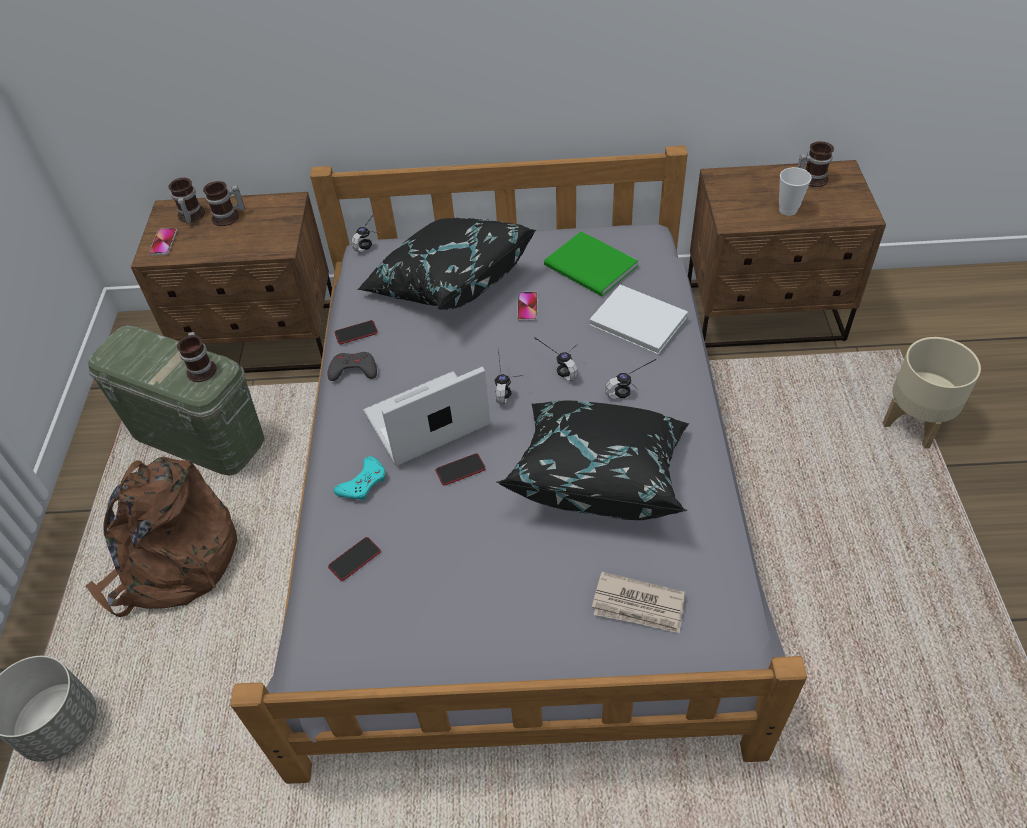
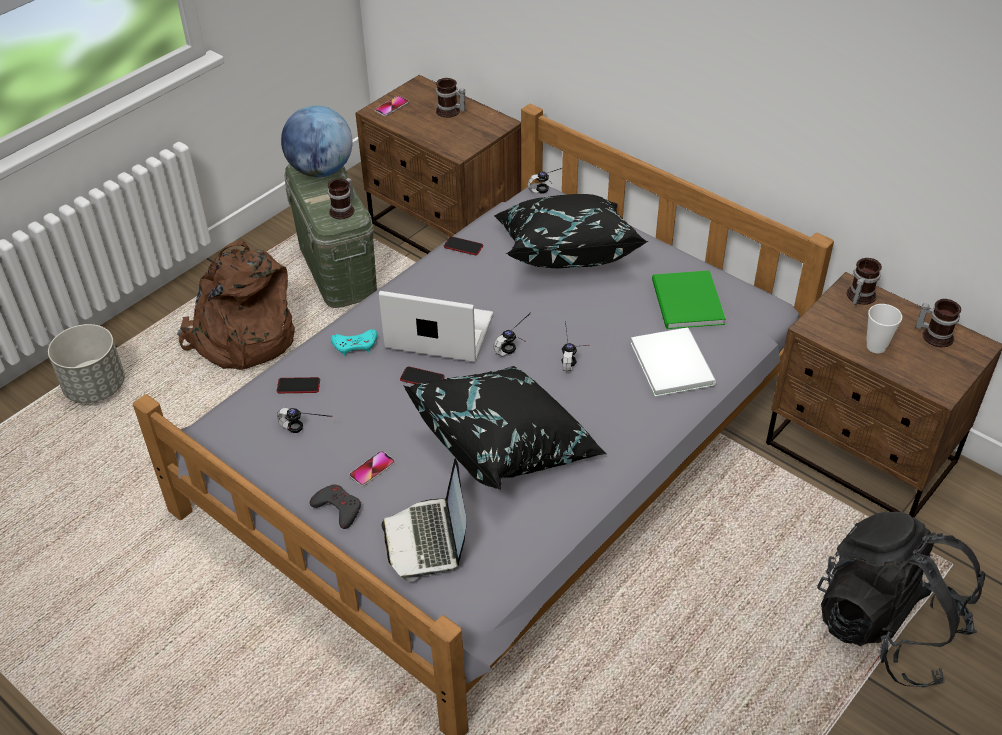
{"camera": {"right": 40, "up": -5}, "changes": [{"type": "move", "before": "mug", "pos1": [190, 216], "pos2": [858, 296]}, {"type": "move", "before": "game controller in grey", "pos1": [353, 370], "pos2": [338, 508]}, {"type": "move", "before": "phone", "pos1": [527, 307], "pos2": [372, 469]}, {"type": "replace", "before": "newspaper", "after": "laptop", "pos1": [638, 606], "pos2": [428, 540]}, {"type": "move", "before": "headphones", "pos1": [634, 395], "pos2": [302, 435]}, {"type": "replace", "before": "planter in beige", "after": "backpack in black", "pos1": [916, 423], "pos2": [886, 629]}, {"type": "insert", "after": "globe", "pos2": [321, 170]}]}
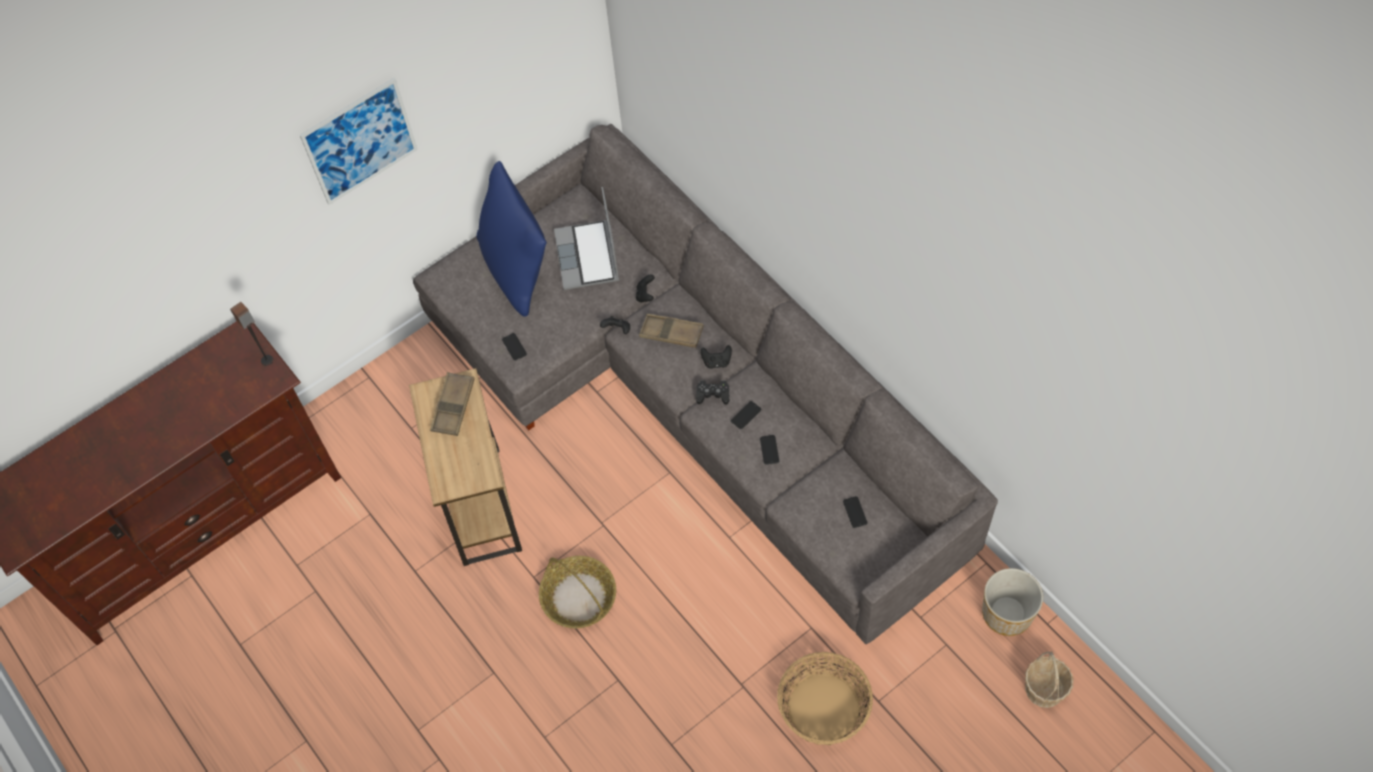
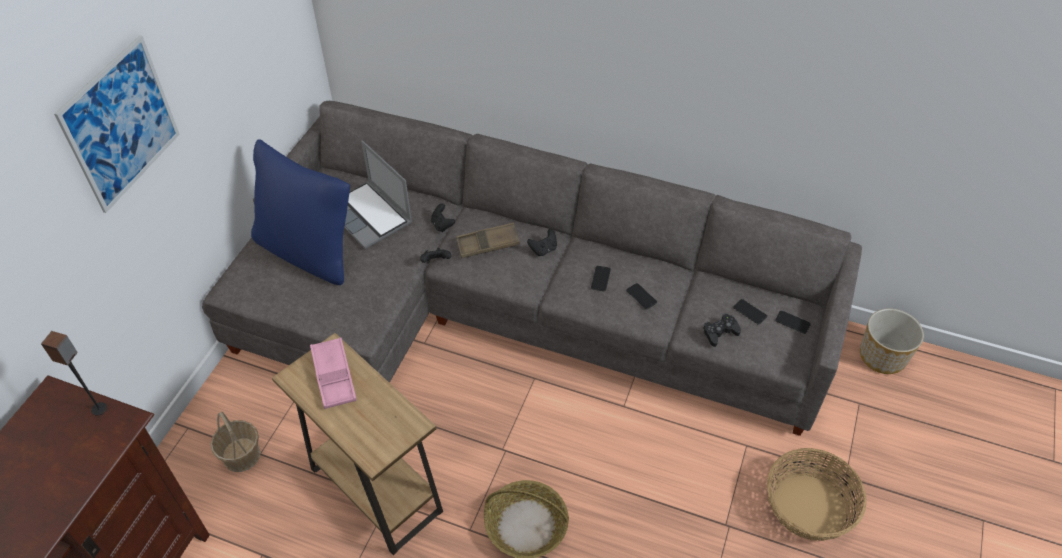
{"camera": {"right": -35, "up": -10}, "changes": [{"type": "recolor", "before": "tray in brown", "after": "tray in pink", "pos1": [453, 406], "pos2": [334, 376]}, {"type": "move", "before": "phone", "pos1": [514, 347], "pos2": [792, 322]}, {"type": "move", "before": "game controller in black", "pos1": [713, 394], "pos2": [720, 332]}, {"type": "move", "before": "basket", "pos1": [1044, 688], "pos2": [241, 455]}]}
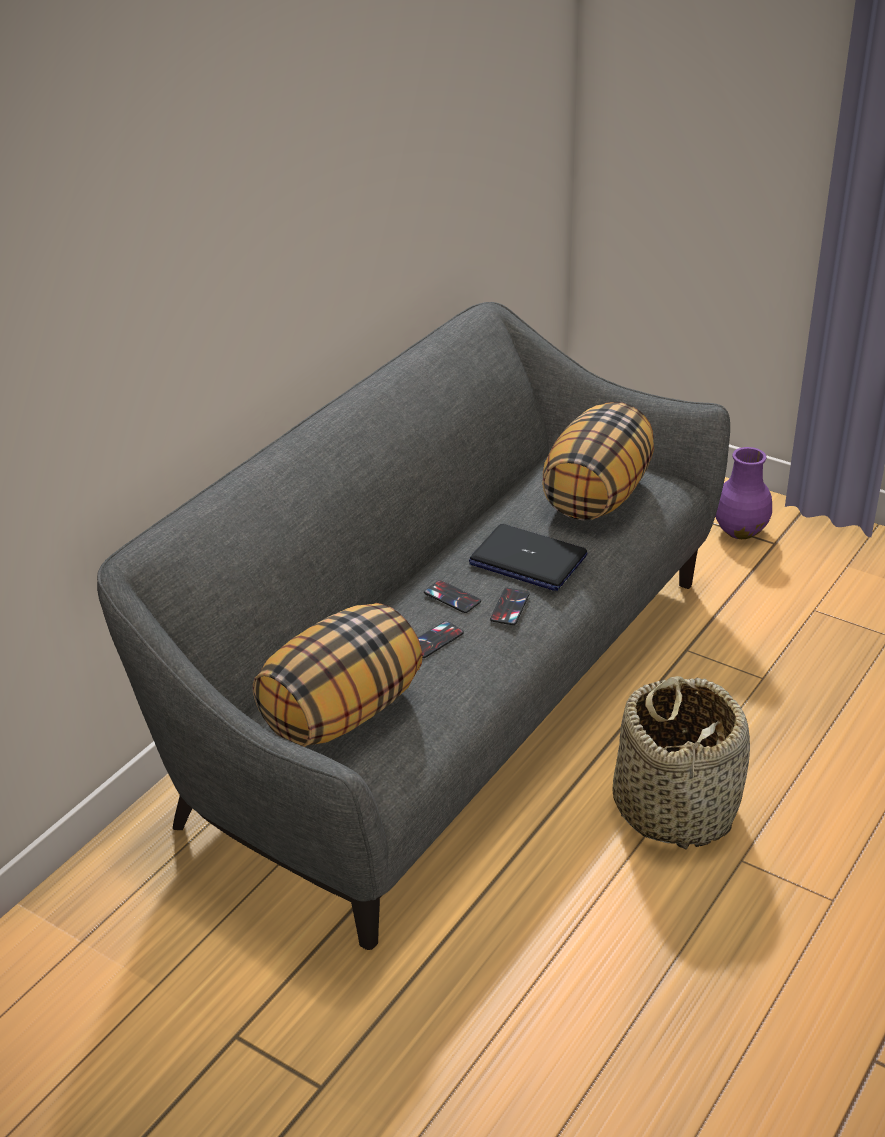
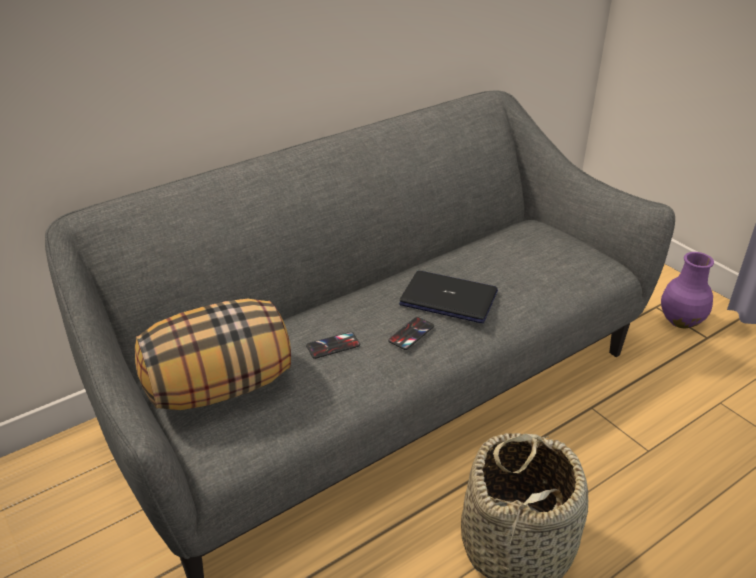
{"camera": {"right": 20, "up": 0}, "changes": [{"type": "delete", "before": "phone", "pos1": [452, 597]}, {"type": "rotate", "before": "laptop", "pos1": [527, 560], "pos2": [449, 298], "turn": 150}, {"type": "delete", "before": "pillow", "pos1": [596, 496]}]}
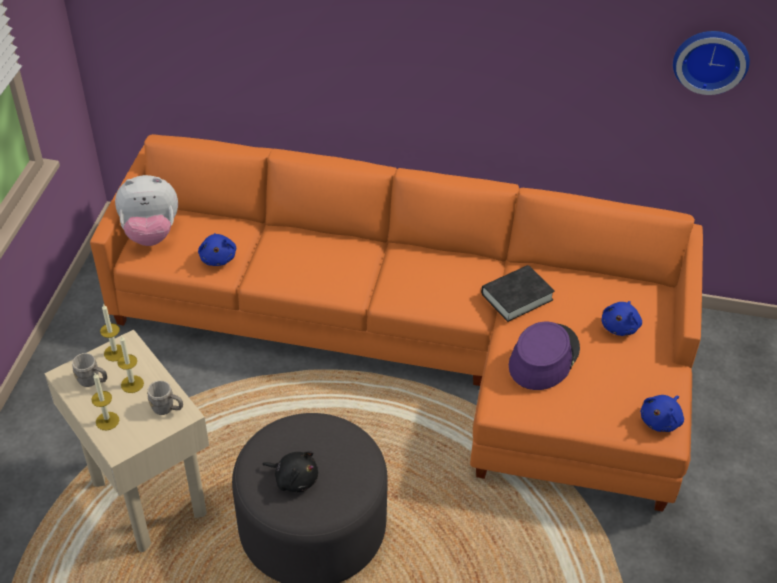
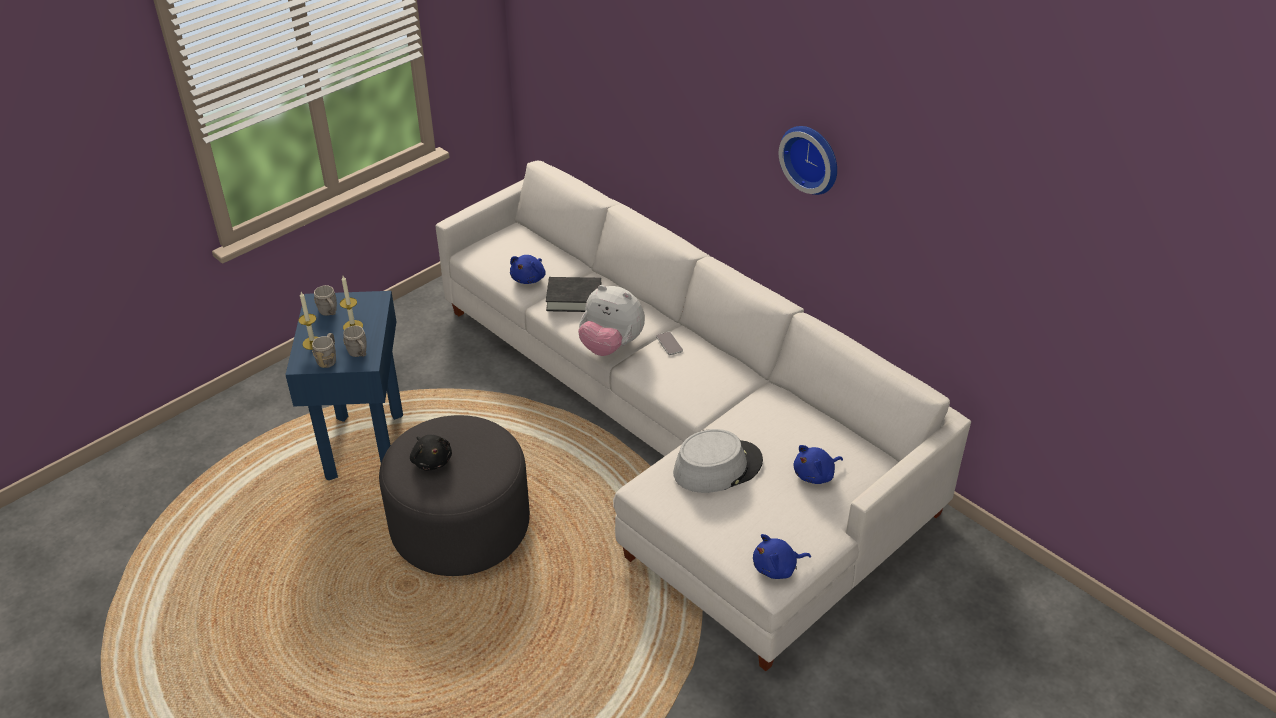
{"camera": {"right": 35, "up": -5}, "changes": [{"type": "recolor", "before": "side table in beige", "after": "side table in blue", "pos1": [148, 499], "pos2": [364, 446]}, {"type": "recolor", "before": "sofa in orange", "after": "sofa in white", "pos1": [425, 341], "pos2": [683, 433]}, {"type": "delete", "before": "candle", "pos1": [115, 353]}, {"type": "move", "before": "plush toy", "pos1": [151, 234], "pos2": [610, 346]}, {"type": "move", "before": "book in black", "pos1": [516, 297], "pos2": [574, 298]}, {"type": "recolor", "before": "hat in purple", "after": "hat in grey", "pos1": [543, 357], "pos2": [717, 467]}, {"type": "move", "before": "wall clock", "pos1": [710, 59], "pos2": [812, 158]}, {"type": "insert", "after": "mug in grey", "pos2": [328, 359]}, {"type": "insert", "after": "phone", "pos2": [669, 344]}]}
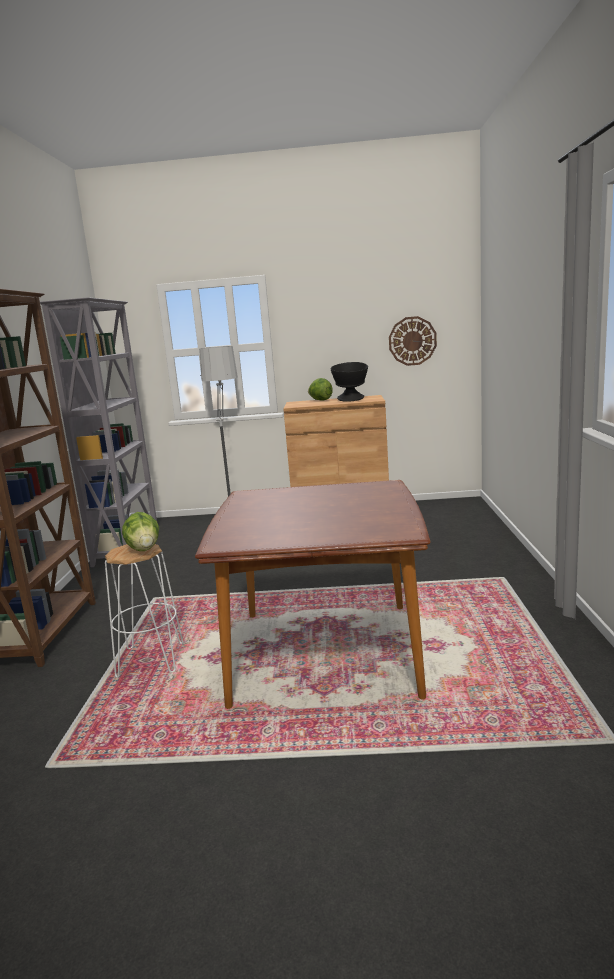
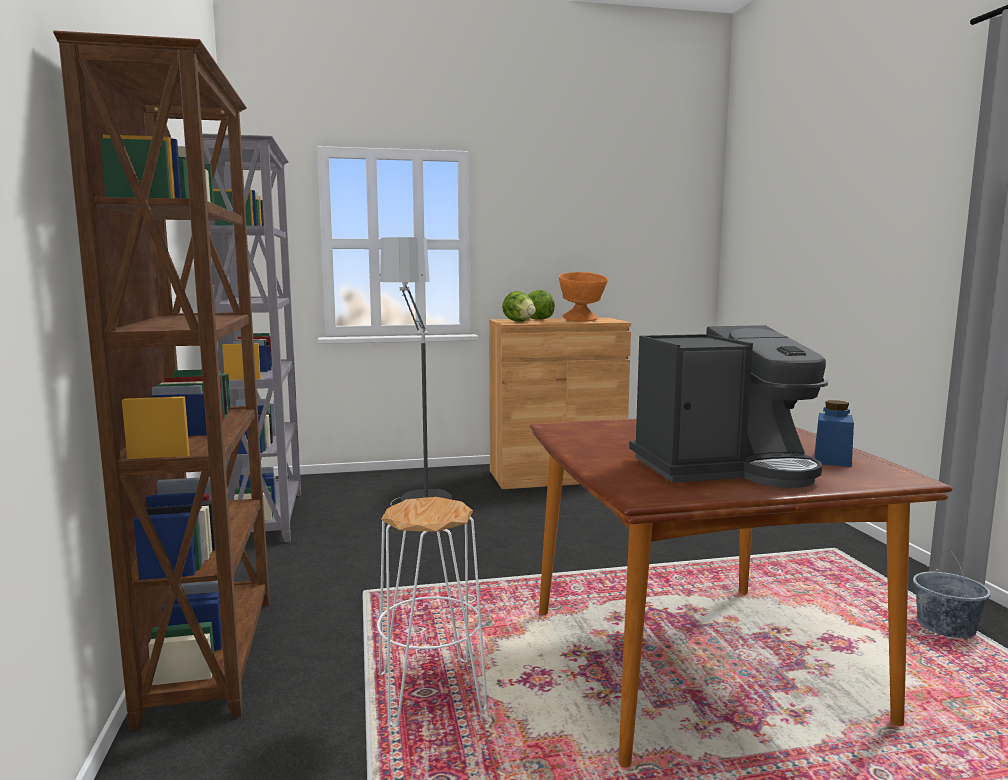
{"camera": {"right": -15, "up": -5}, "changes": [{"type": "move", "before": "lettuce", "pos1": [144, 549], "pos2": [519, 321]}, {"type": "recolor", "before": "bowl in black", "after": "bowl in orange", "pos1": [351, 400], "pos2": [582, 320]}, {"type": "delete", "before": "wall clock", "pos1": [412, 341]}, {"type": "insert", "after": "coffee machine", "pos2": [725, 468]}, {"type": "insert", "after": "jar in blue", "pos2": [832, 459]}, {"type": "insert", "after": "bucket in grey", "pos2": [946, 627]}]}
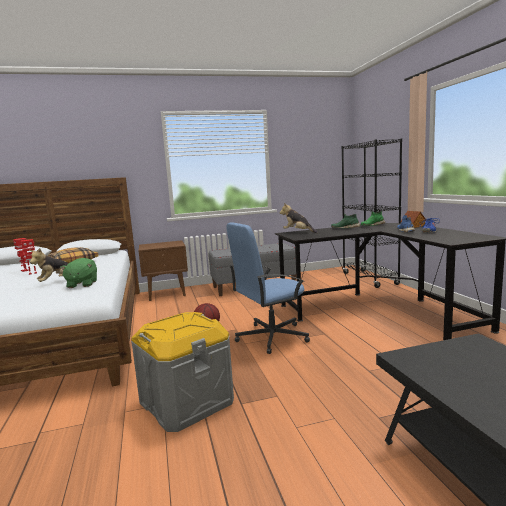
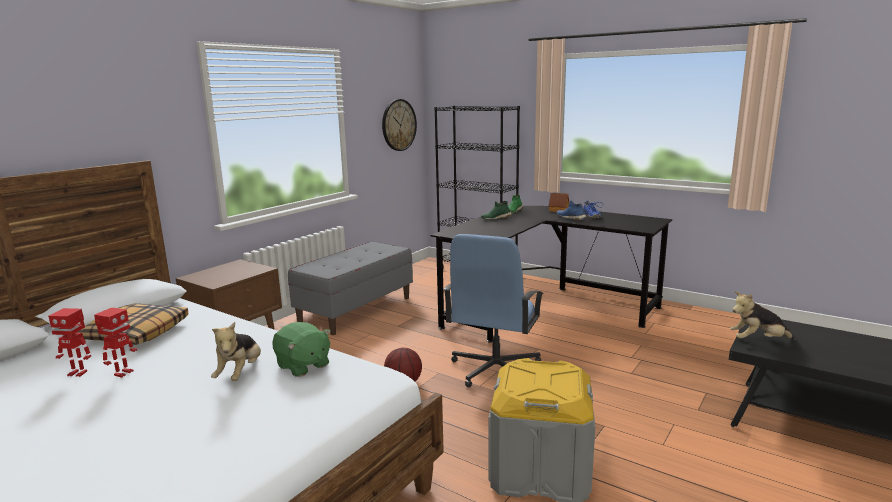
{"camera": {"right": -40, "up": 5}, "changes": [{"type": "move", "before": "plush toy", "pos1": [298, 232], "pos2": [758, 340]}, {"type": "insert", "after": "wall clock", "pos2": [398, 125]}]}
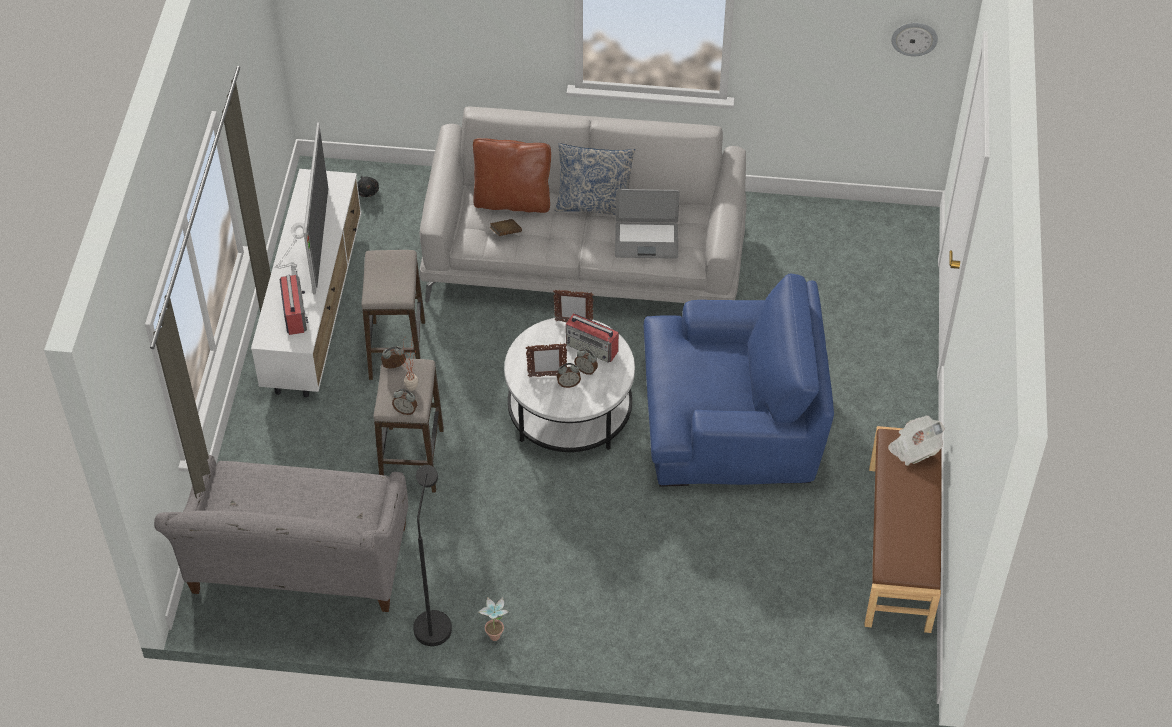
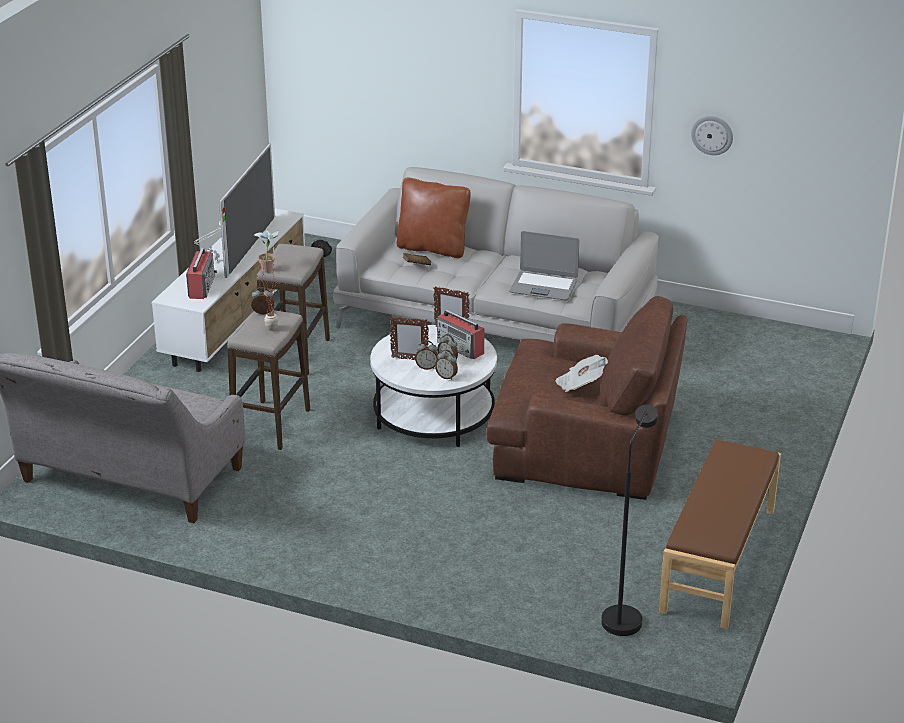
{"camera": {"right": 15, "up": -20}, "changes": [{"type": "move", "before": "alarm clock", "pos1": [405, 410], "pos2": [446, 377]}, {"type": "move", "before": "floor lamp in black", "pos1": [434, 620], "pos2": [624, 615]}, {"type": "move", "before": "potted plant", "pos1": [495, 632], "pos2": [269, 268]}, {"type": "delete", "before": "pillow", "pos1": [594, 205]}, {"type": "recolor", "before": "armchair in blue", "after": "armchair in brown", "pos1": [732, 419], "pos2": [586, 444]}, {"type": "move", "before": "newspaper", "pos1": [914, 448], "pos2": [580, 384]}, {"type": "move", "before": "wall clock", "pos1": [914, 38], "pos2": [712, 135]}]}
